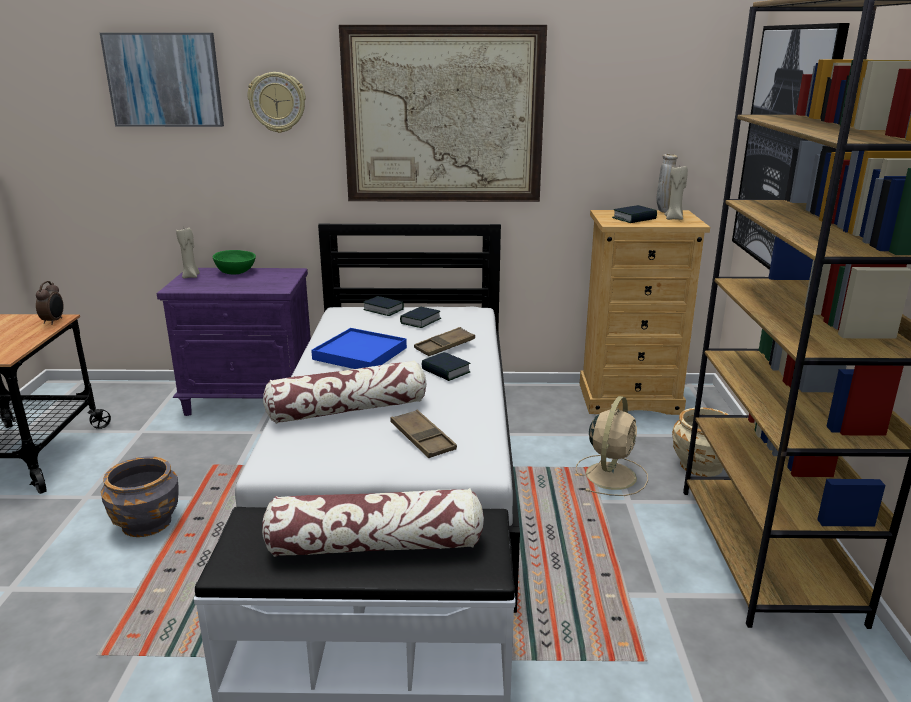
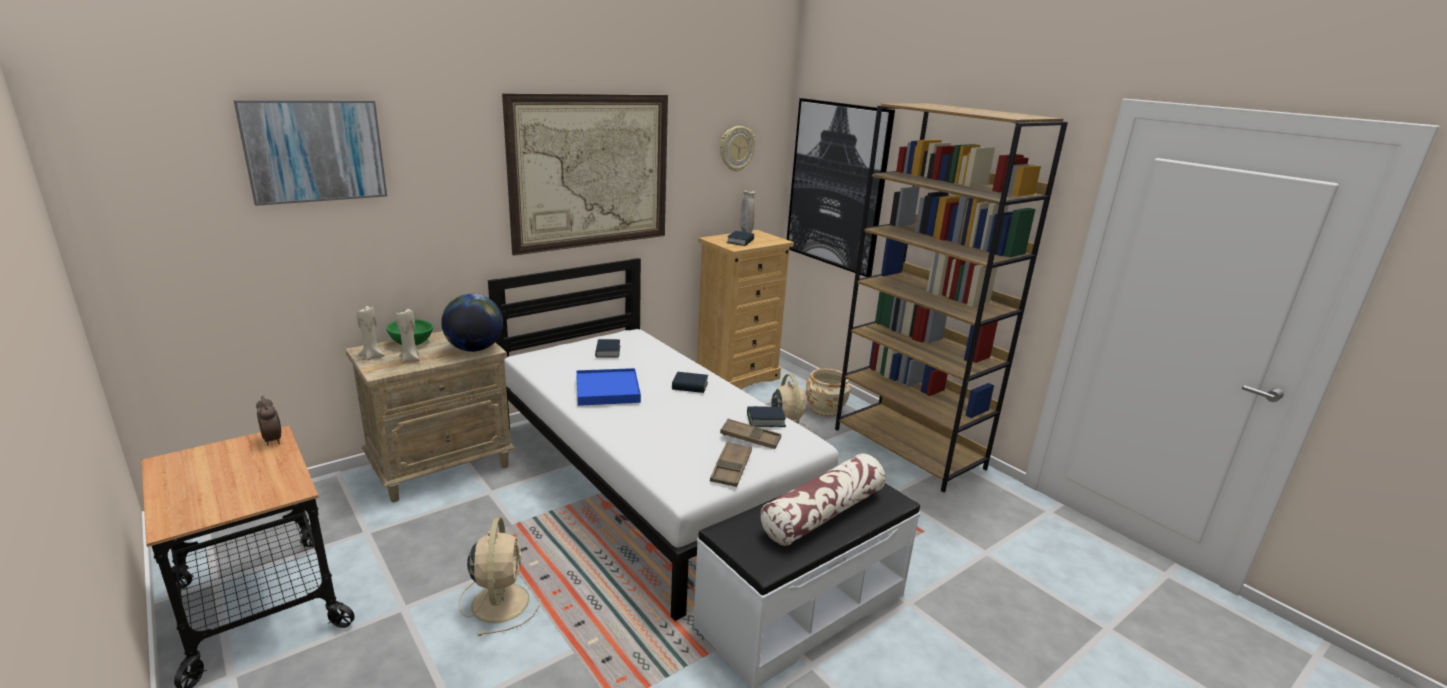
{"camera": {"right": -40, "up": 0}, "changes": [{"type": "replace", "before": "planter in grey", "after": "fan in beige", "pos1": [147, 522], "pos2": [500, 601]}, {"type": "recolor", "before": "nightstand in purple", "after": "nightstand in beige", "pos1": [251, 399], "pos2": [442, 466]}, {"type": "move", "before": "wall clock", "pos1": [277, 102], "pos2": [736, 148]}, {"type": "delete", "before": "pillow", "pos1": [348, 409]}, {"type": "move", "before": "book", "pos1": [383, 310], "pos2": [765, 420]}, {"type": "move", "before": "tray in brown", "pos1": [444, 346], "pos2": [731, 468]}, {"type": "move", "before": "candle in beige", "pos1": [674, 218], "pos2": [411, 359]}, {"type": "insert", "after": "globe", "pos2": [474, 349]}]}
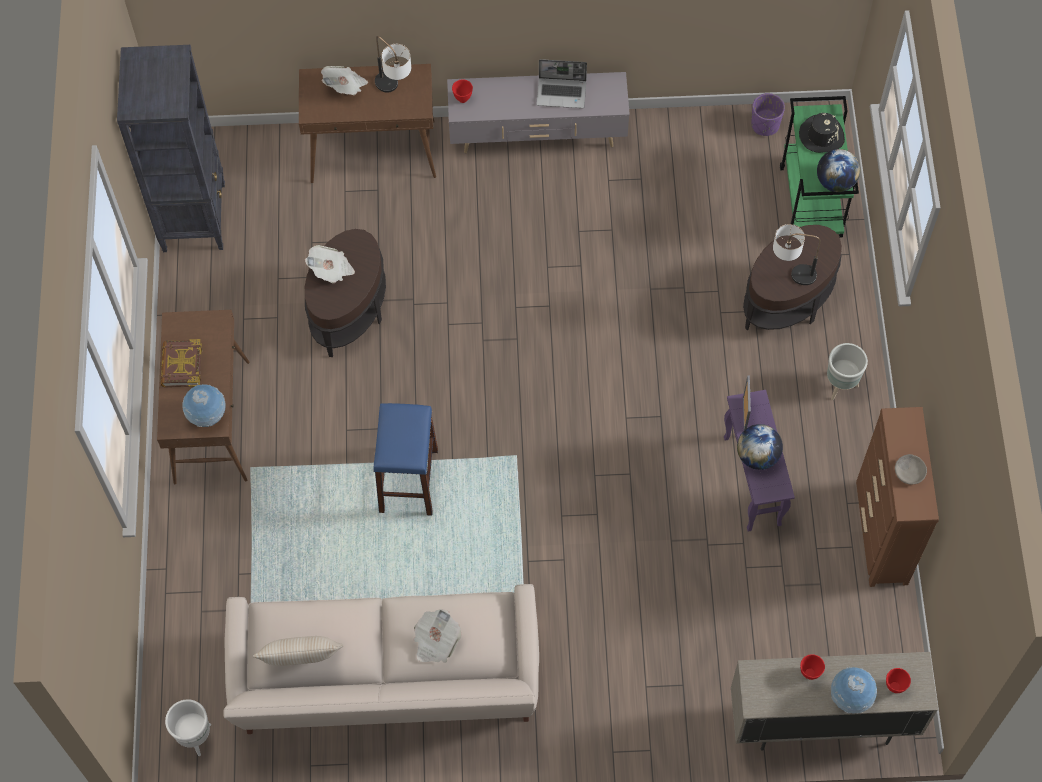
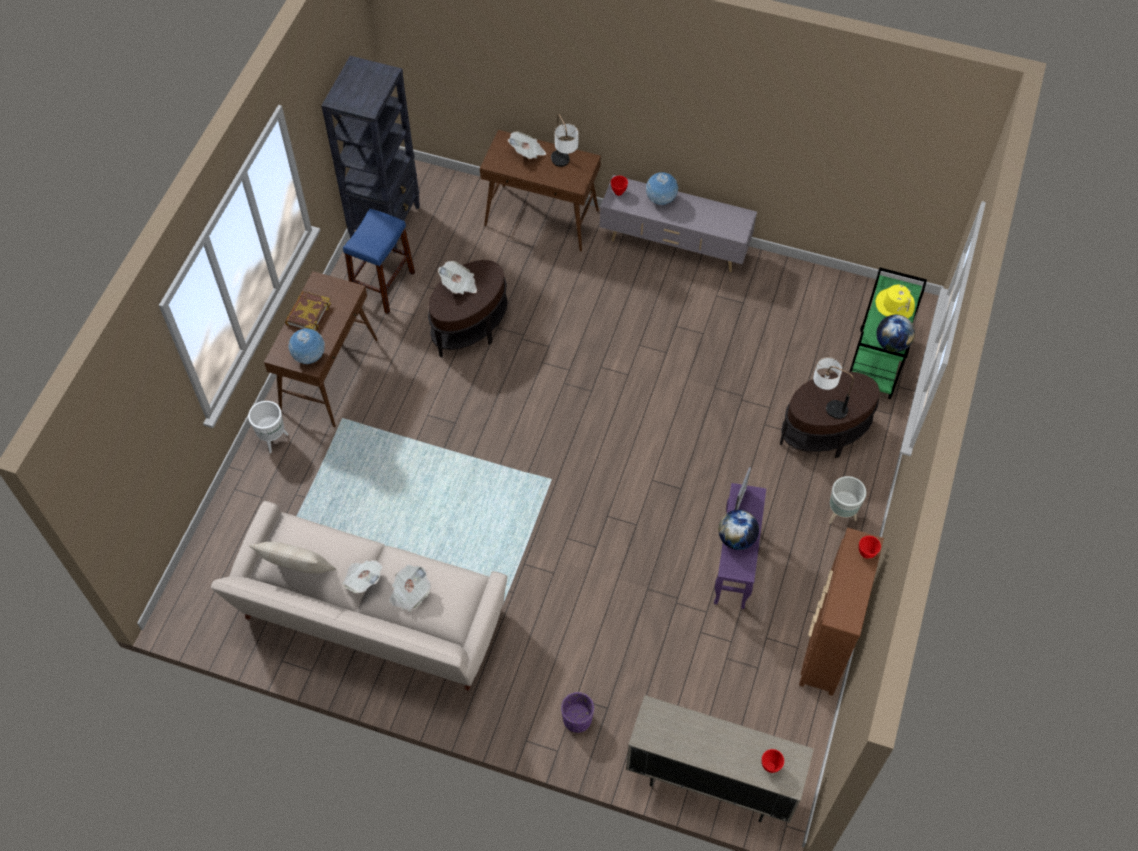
{"camera": {"right": 20, "up": -5}, "changes": [{"type": "move", "before": "planter in white", "pos1": [195, 738], "pos2": [273, 440]}, {"type": "move", "before": "stool in blue", "pos1": [408, 480], "pos2": [383, 286]}, {"type": "delete", "before": "laptop", "pos1": [562, 93]}, {"type": "move", "before": "planter in purple", "pos1": [765, 125], "pos2": [577, 719]}, {"type": "recolor", "before": "hat in black", "after": "hat in yellow", "pos1": [821, 135], "pos2": [895, 304]}, {"type": "move", "before": "bowl in red", "pos1": [809, 672], "pos2": [866, 553]}, {"type": "move", "before": "globe", "pos1": [850, 698], "pos2": [661, 200]}, {"type": "delete", "before": "bowl in grey", "pos1": [909, 471]}, {"type": "insert", "after": "newspaper", "pos2": [363, 579]}]}
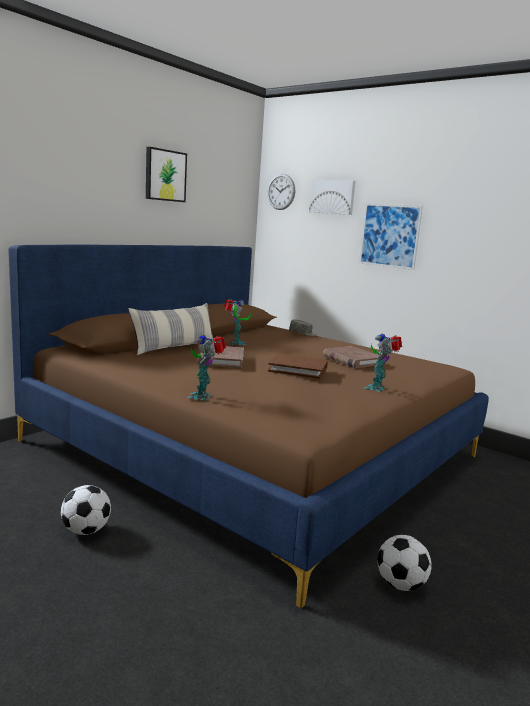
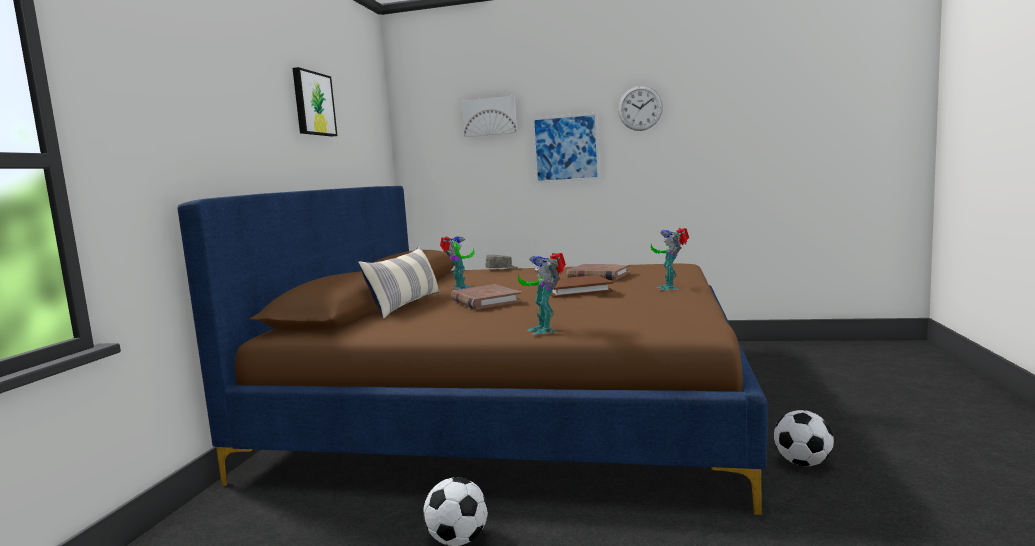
{"camera": {"right": -25, "up": -5}, "changes": [{"type": "move", "before": "wall clock", "pos1": [281, 191], "pos2": [640, 108]}]}
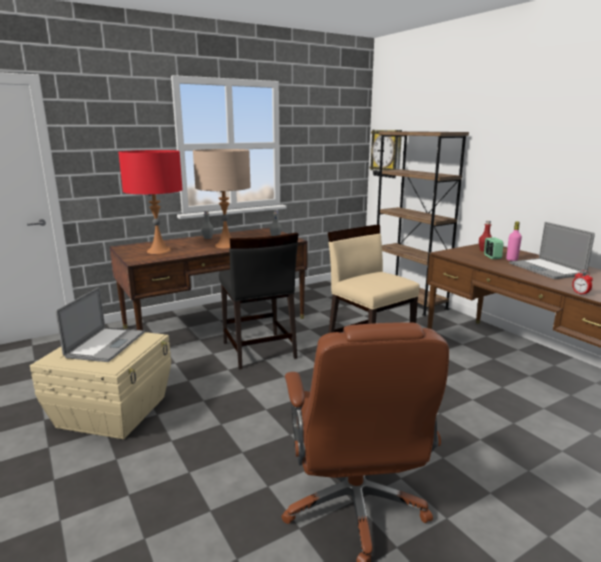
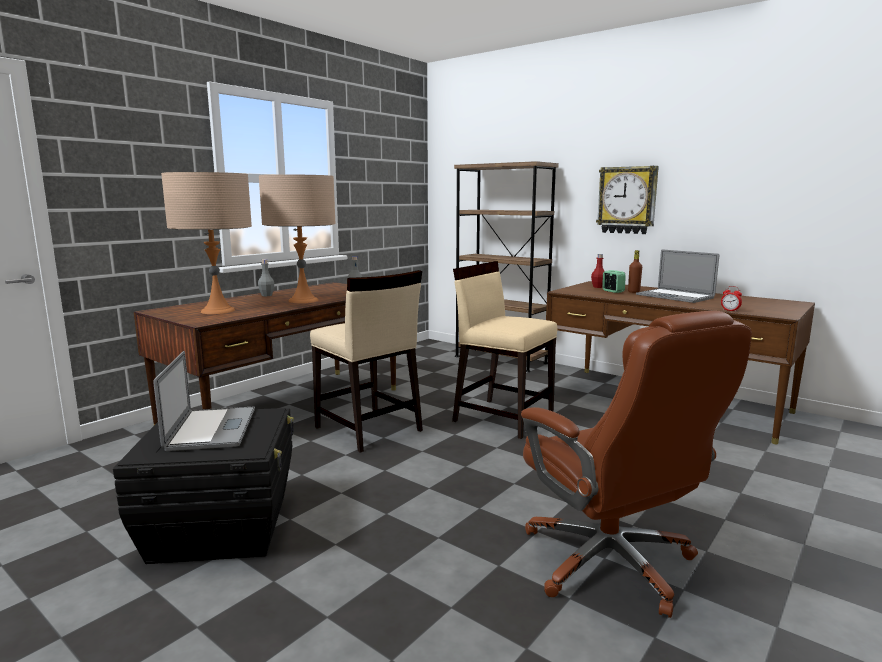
{"camera": {"right": -20, "up": -5}, "changes": [{"type": "recolor", "before": "storage box in beige", "after": "storage box in black", "pos1": [114, 411], "pos2": [222, 527]}, {"type": "recolor", "before": "table lamp in red", "after": "table lamp in beige", "pos1": [159, 251], "pos2": [217, 311]}, {"type": "recolor", "before": "chair in black", "after": "chair in beige", "pos1": [258, 350], "pos2": [368, 429]}, {"type": "move", "before": "wall clock", "pos1": [386, 153], "pos2": [627, 200]}, {"type": "recolor", "before": "bottle in pink", "after": "bottle in brown", "pos1": [511, 259], "pos2": [633, 292]}]}
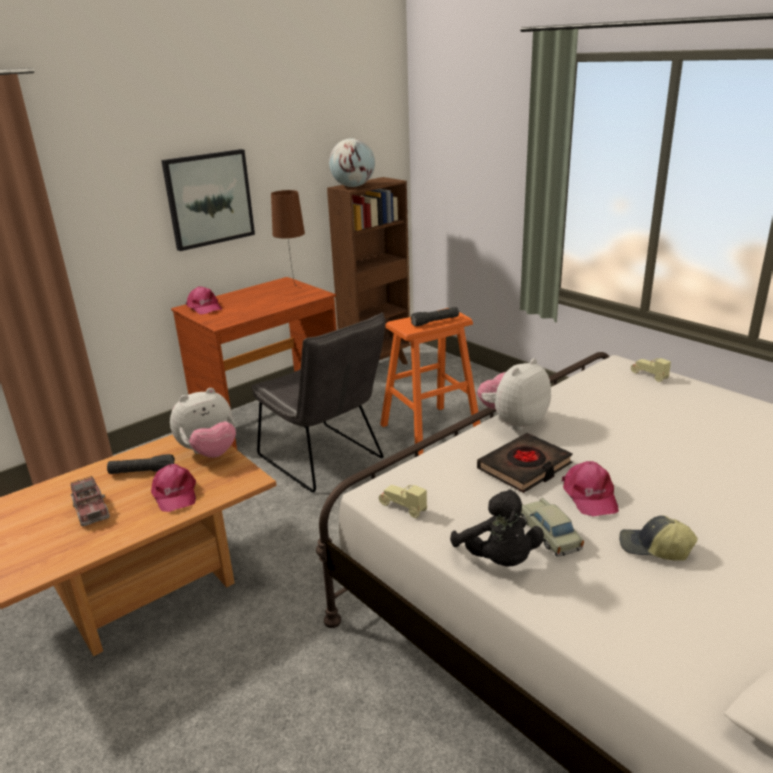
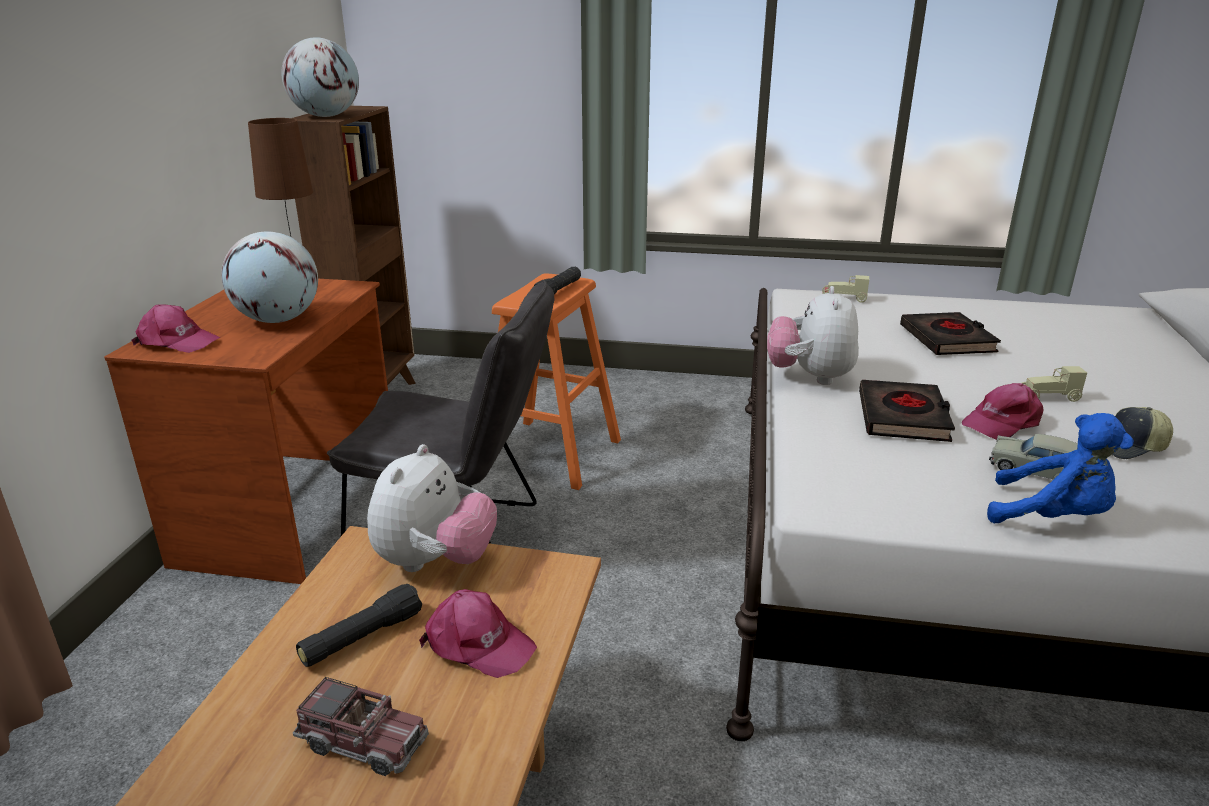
{"camera": {"right": -40, "up": 0}, "changes": [{"type": "delete", "before": "picture", "pos1": [209, 199]}, {"type": "move", "before": "toy car in beige", "pos1": [402, 507], "pos2": [1047, 398]}, {"type": "recolor", "before": "plush toy in black", "after": "plush toy in blue", "pos1": [498, 560], "pos2": [1052, 517]}, {"type": "rotate", "before": "cap in pink", "pos1": [589, 496], "pos2": [1001, 422], "turn": 105}, {"type": "insert", "after": "globe", "pos2": [278, 320]}, {"type": "insert", "after": "book in black", "pos2": [947, 340]}]}
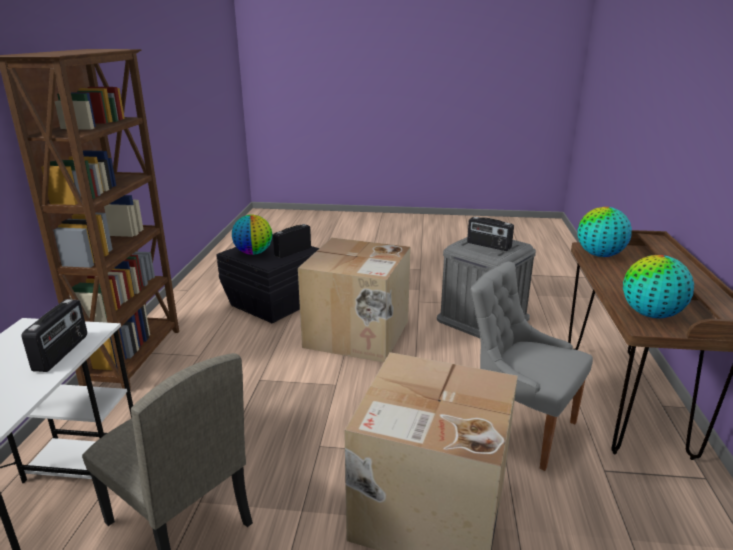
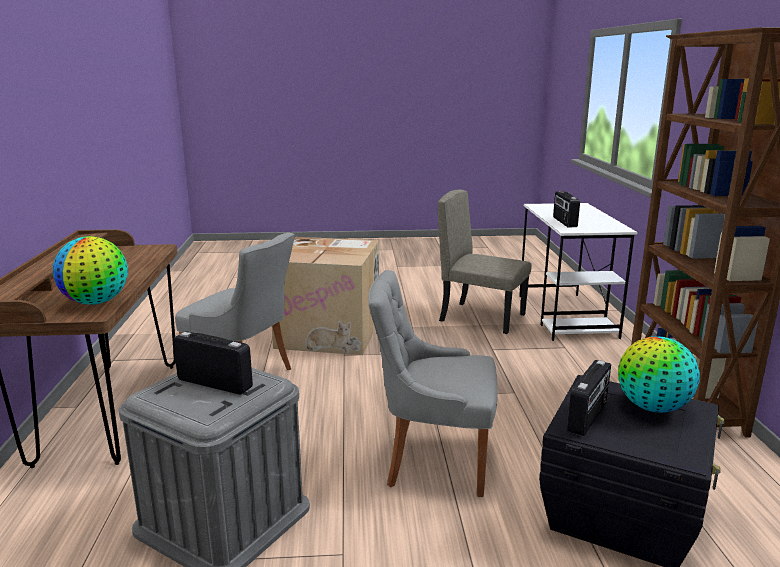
{"camera": {"right": 170, "up": -5}, "changes": [{"type": "replace", "before": "cardboard box", "after": "chair in grey", "pos1": [358, 334], "pos2": [433, 460]}, {"type": "delete", "before": "globe", "pos1": [650, 314]}]}
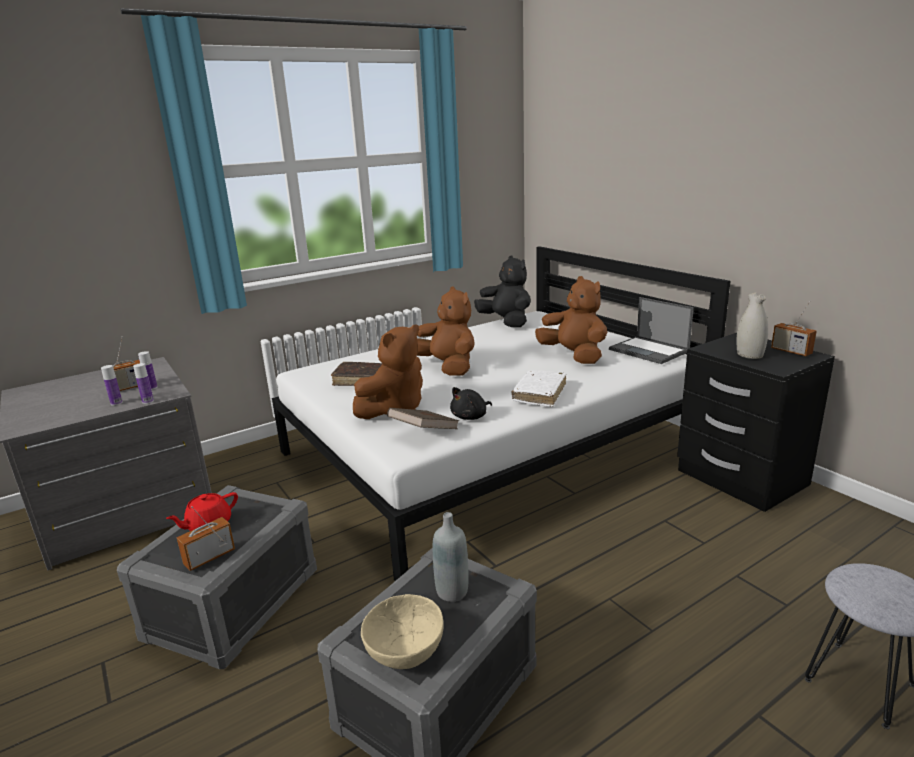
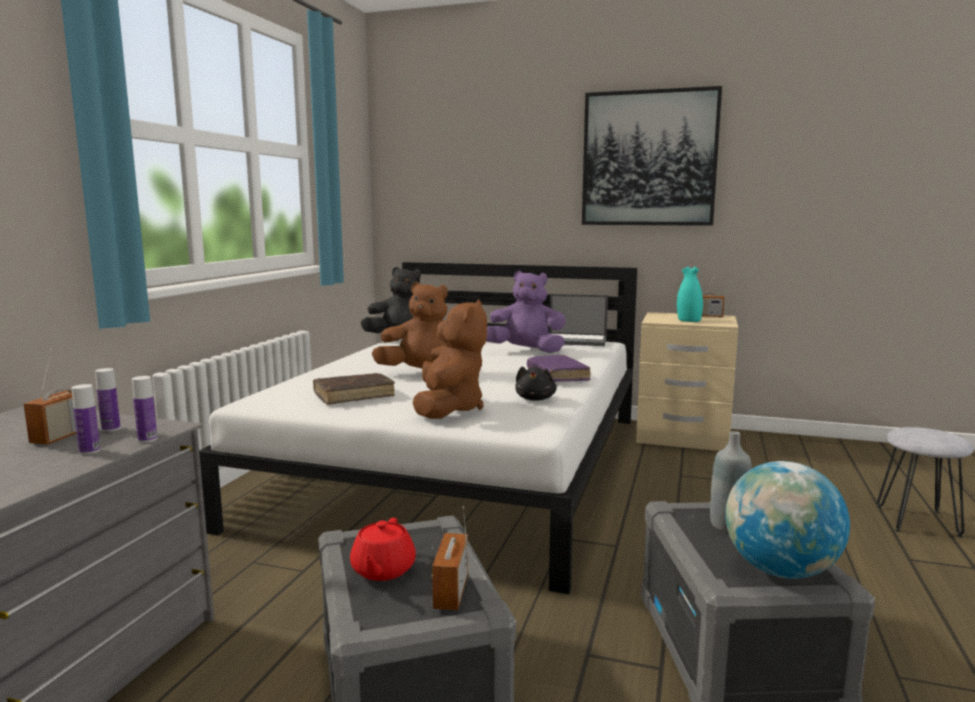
{"camera": {"right": -40, "up": -10}, "changes": [{"type": "replace", "before": "bowl in beige", "after": "globe", "pos1": [404, 649], "pos2": [780, 570]}, {"type": "delete", "before": "book in brown", "pos1": [424, 432]}, {"type": "recolor", "before": "book in white", "after": "book in purple", "pos1": [539, 394], "pos2": [557, 376]}, {"type": "recolor", "before": "plush toy in brown", "after": "plush toy in purple", "pos1": [574, 356], "pos2": [526, 351]}, {"type": "recolor", "before": "nightstand in black", "after": "nightstand in beige", "pos1": [740, 478], "pos2": [682, 437]}, {"type": "recolor", "before": "vase in white", "after": "vase in turquoise", "pos1": [749, 354], "pos2": [688, 320]}, {"type": "insert", "after": "picture", "pos2": [649, 159]}]}
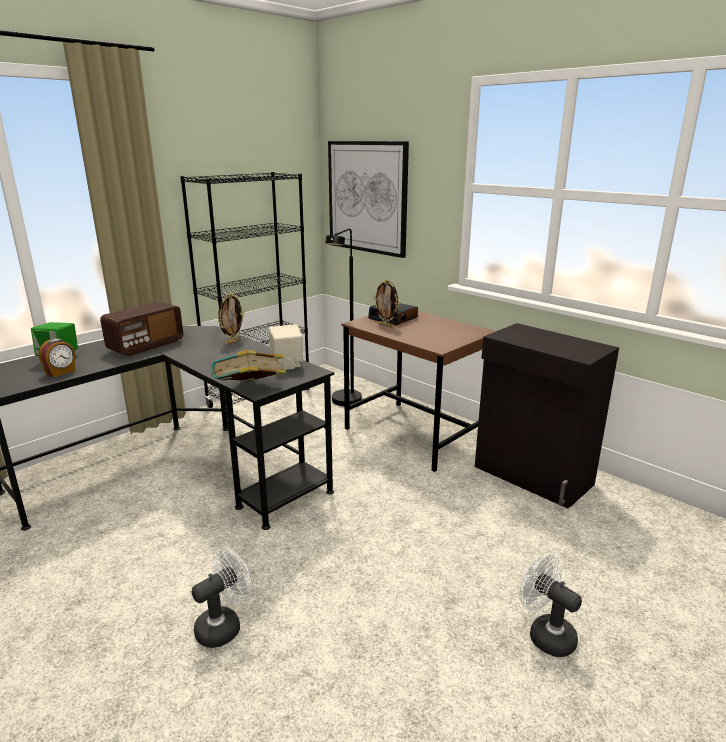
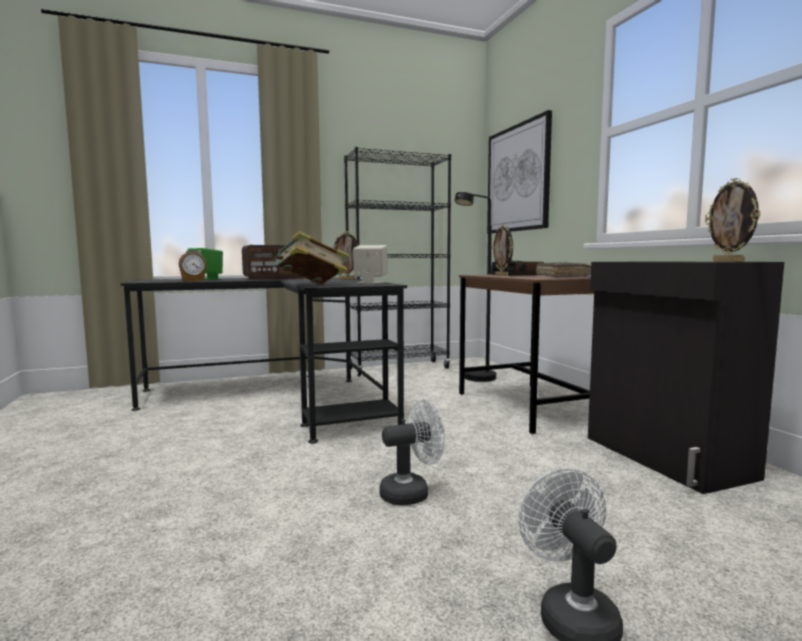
{"camera": {"right": 25, "up": -15}, "changes": [{"type": "move", "before": "fan in white", "pos1": [224, 626], "pos2": [412, 493]}, {"type": "insert", "after": "book in brown", "pos2": [562, 276]}, {"type": "insert", "after": "picture frame", "pos2": [729, 261]}]}
